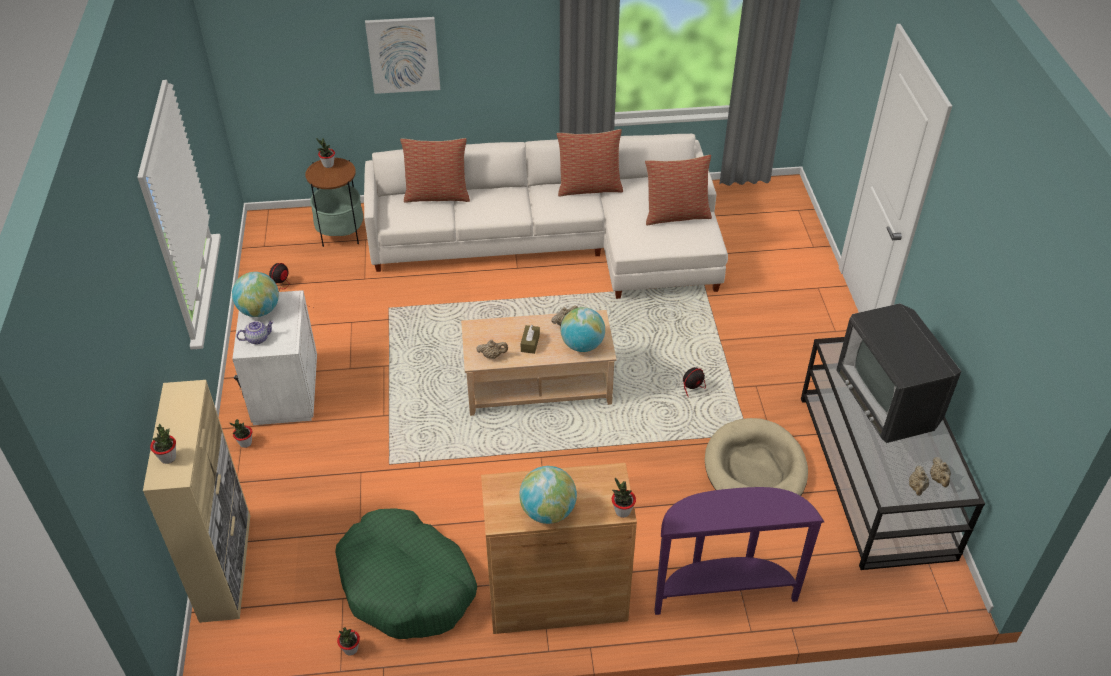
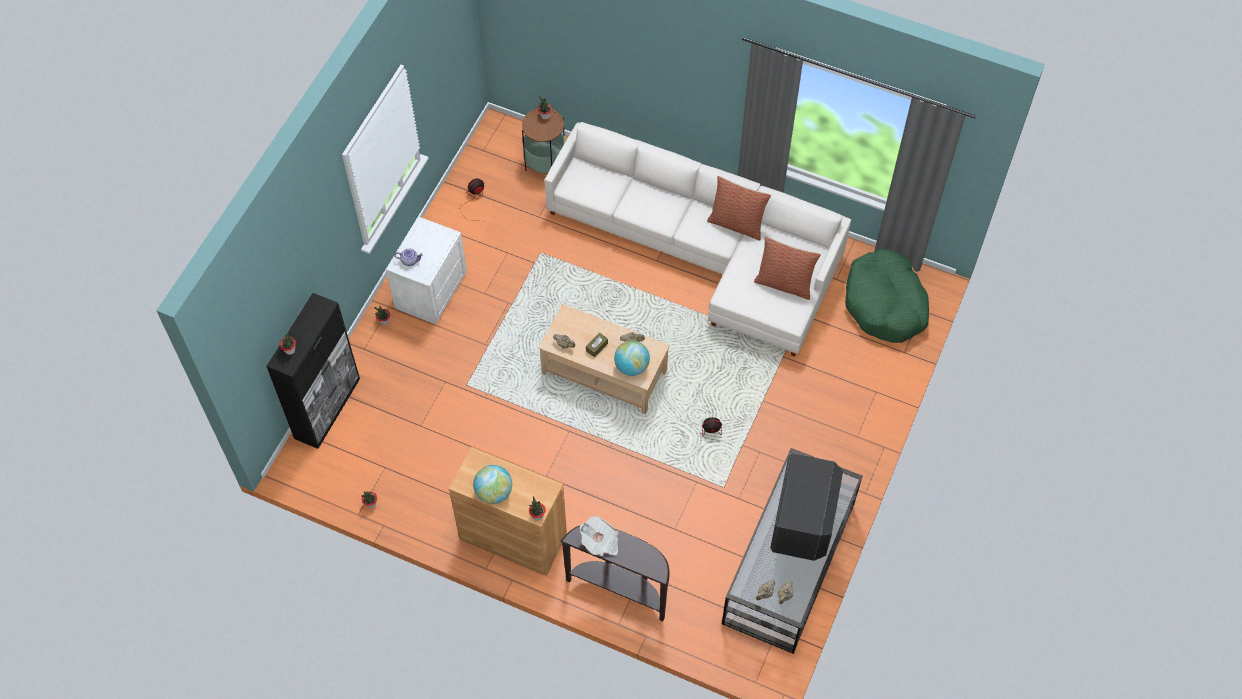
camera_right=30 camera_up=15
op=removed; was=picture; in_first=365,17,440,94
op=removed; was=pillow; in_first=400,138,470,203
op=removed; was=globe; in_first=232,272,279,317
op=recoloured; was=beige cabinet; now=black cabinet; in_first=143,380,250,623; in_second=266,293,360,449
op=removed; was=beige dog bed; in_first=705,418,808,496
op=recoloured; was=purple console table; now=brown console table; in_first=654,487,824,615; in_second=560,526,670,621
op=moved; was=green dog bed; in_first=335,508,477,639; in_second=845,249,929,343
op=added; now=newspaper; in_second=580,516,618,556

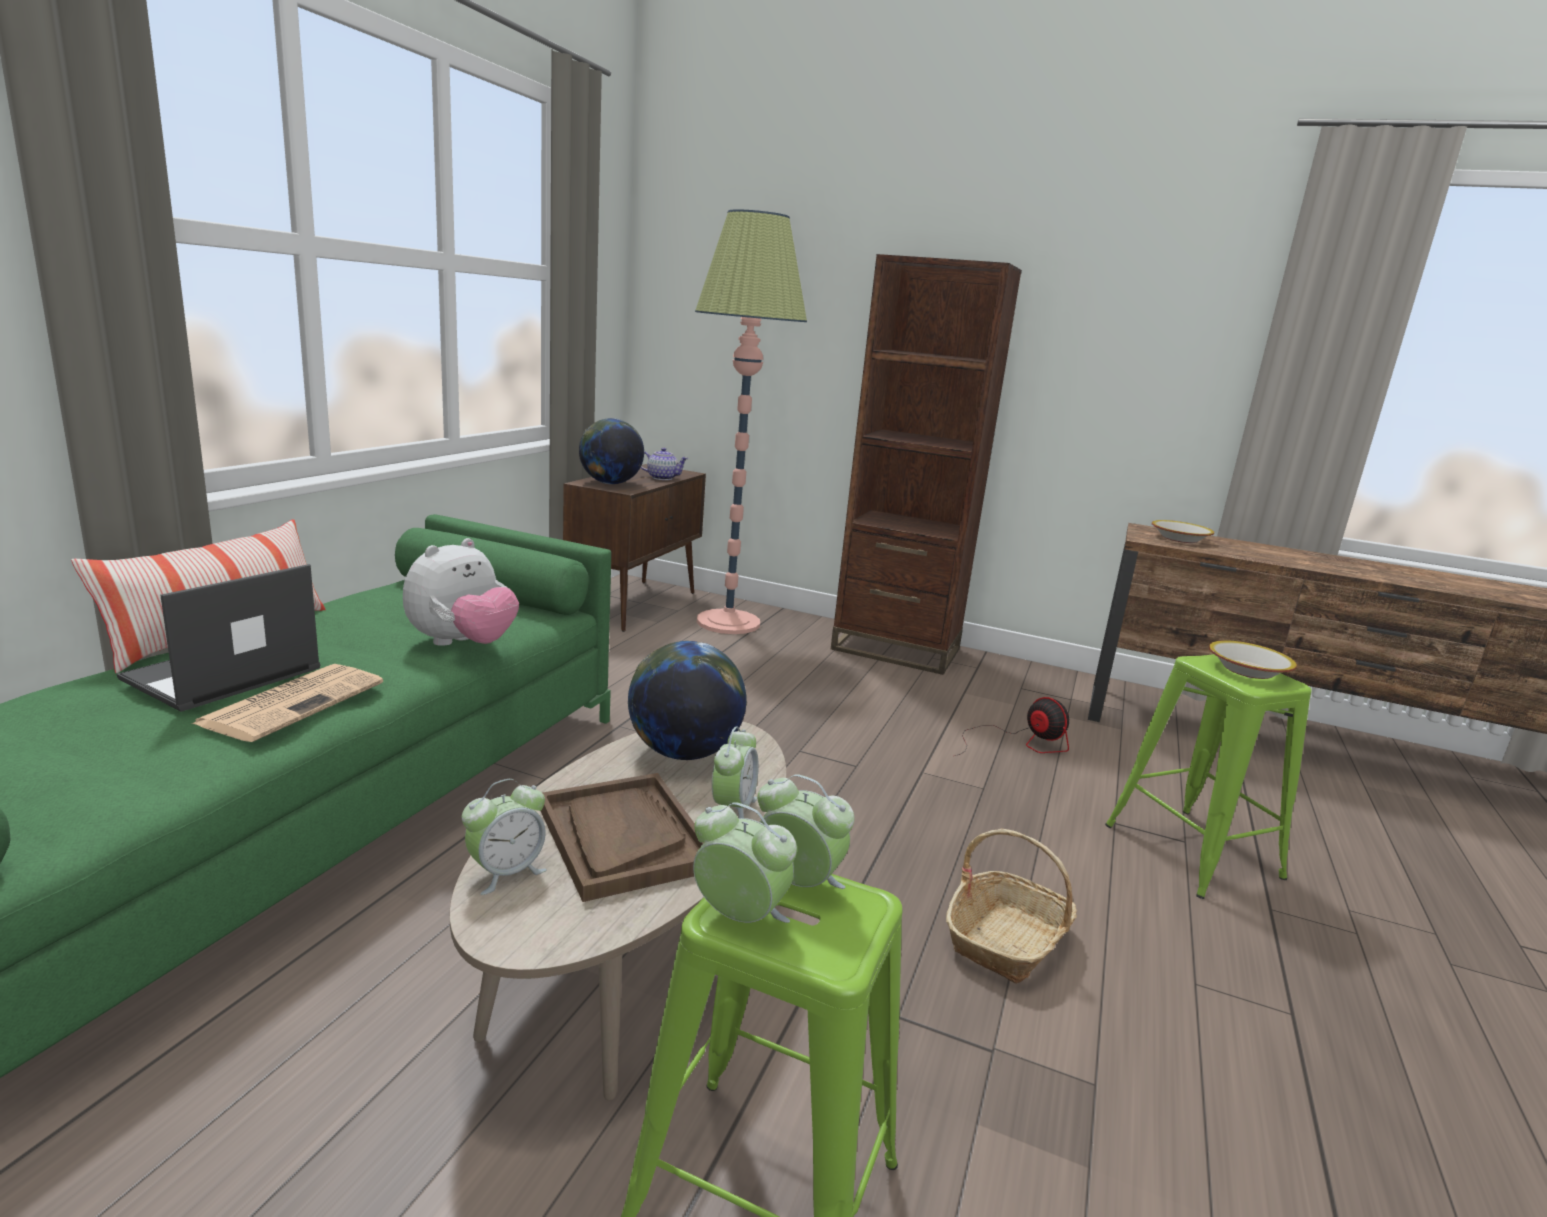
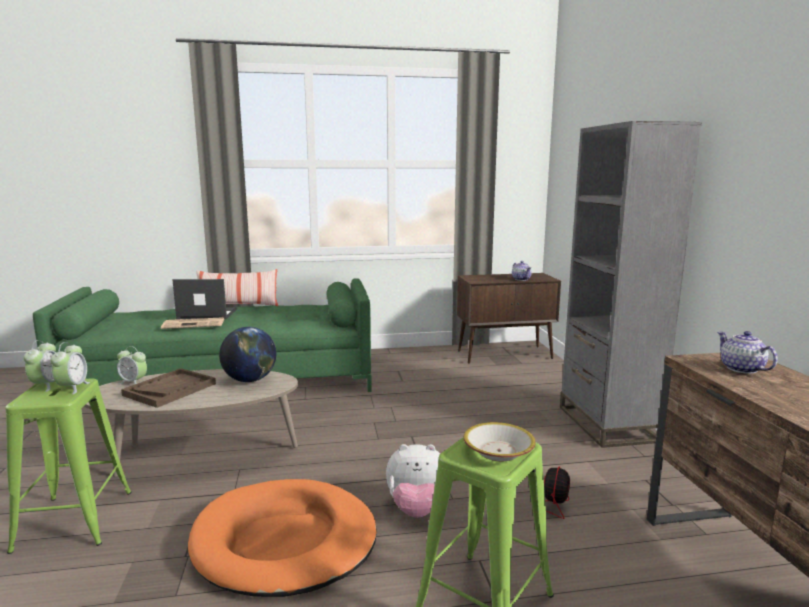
camera_right=60 camera_up=-5
op=removed; was=floor lamp; in_first=695,209,807,634
op=recoloured; was=brown bookcase; now=grey bookcase; in_first=831,254,1022,675; in_second=560,121,702,448
op=removed; was=globe; in_first=579,418,644,484
op=replaced; was=bowl; now=teapot; in_first=1152,520,1214,543; in_second=717,331,778,374
op=moved; was=plush toy; in_first=403,538,519,646; in_second=386,444,440,518
op=removed; was=alarm clock; in_first=712,727,759,818
op=replaced; was=basket; now=orange dog bed; in_first=946,829,1077,984; in_second=188,479,377,597

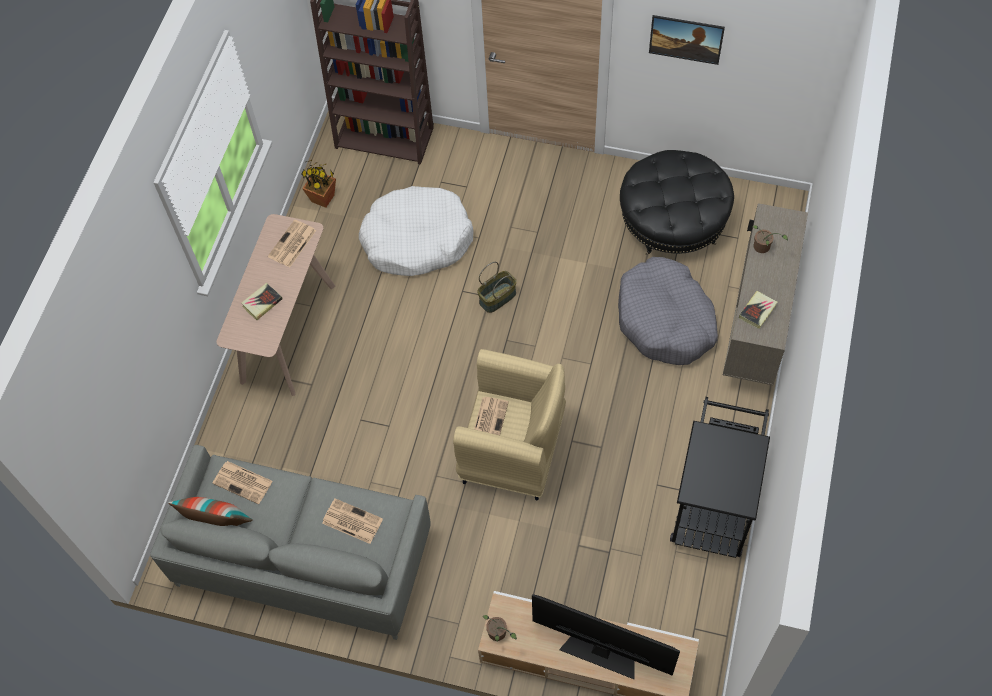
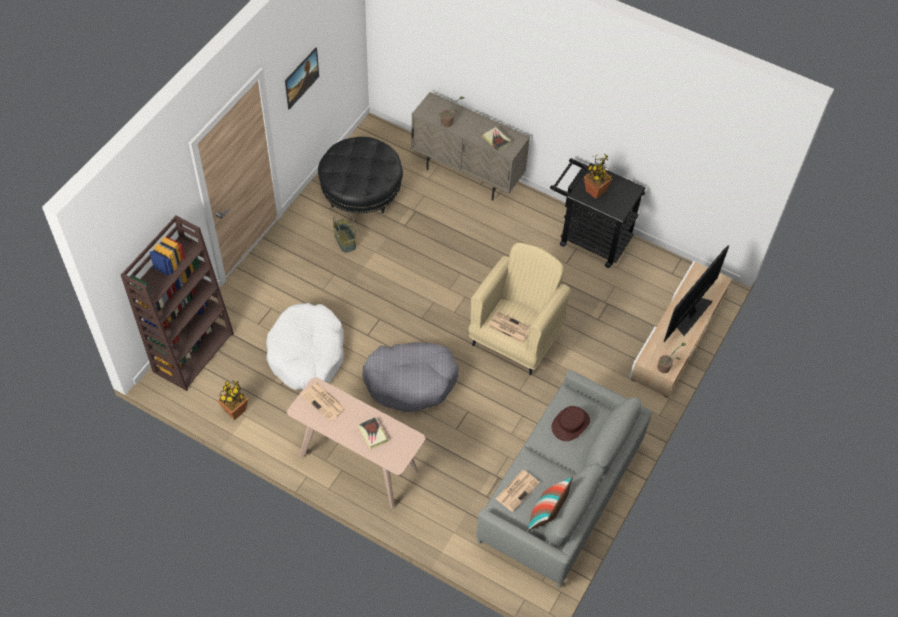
camera_right=-80 camera_up=-5
op=moved; was=grey dog bed; in_first=618,257,718,365; in_second=362,342,459,412
op=moved; was=basket; in_first=477,262,517,313; in_second=333,212,356,253
op=replaced; was=newspaper; now=brown hat; in_first=322,498,383,544; in_second=551,406,590,441
op=added; now=potted plant; in_second=584,154,613,199

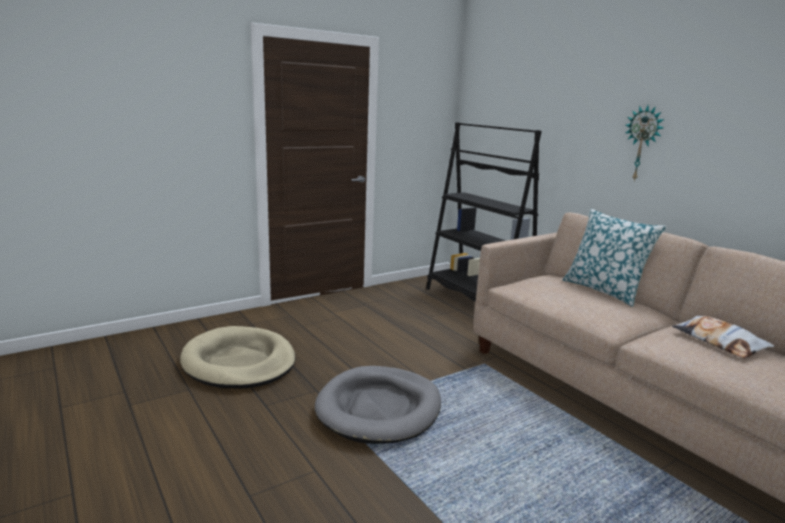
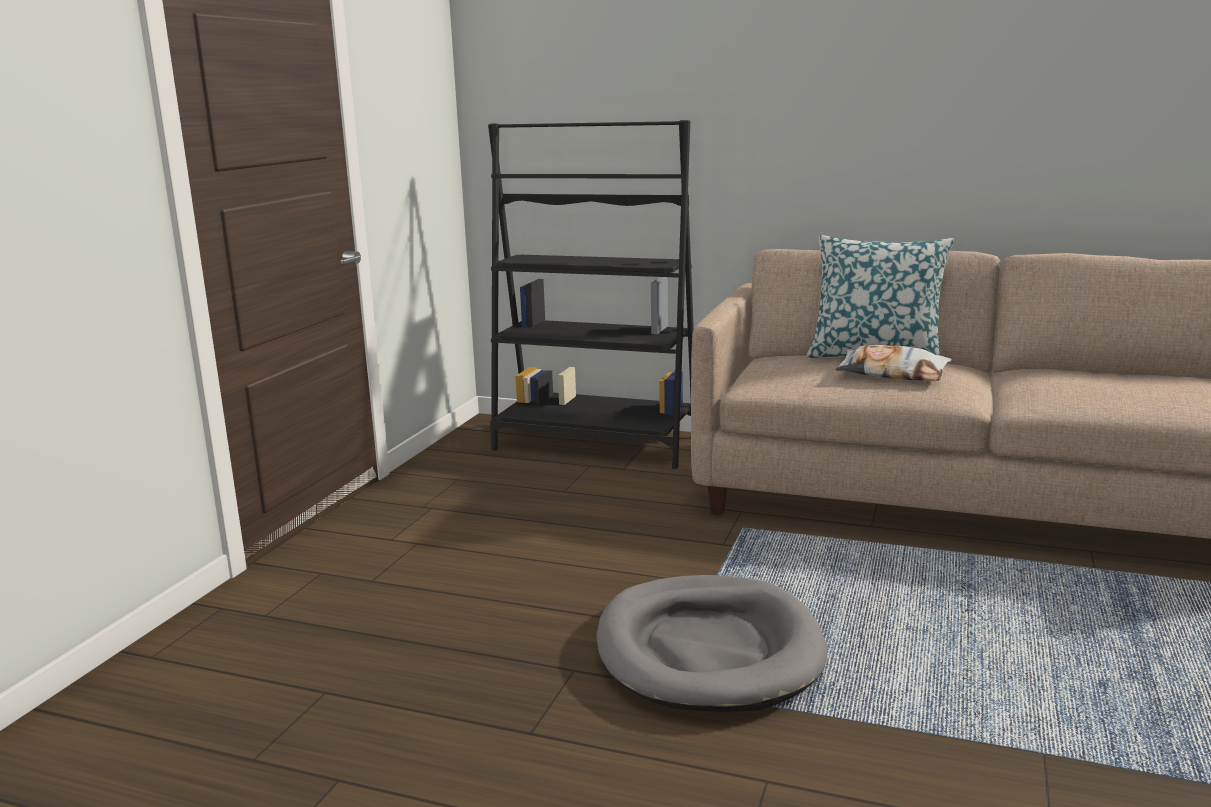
camera_right=-35 camera_up=0
op=removed; was=wall clock; in_first=625,105,664,181
op=moved; was=pillow; in_first=672,315,774,358; in_second=835,345,952,381
op=removed; was=beige dog bed; in_first=180,326,296,389

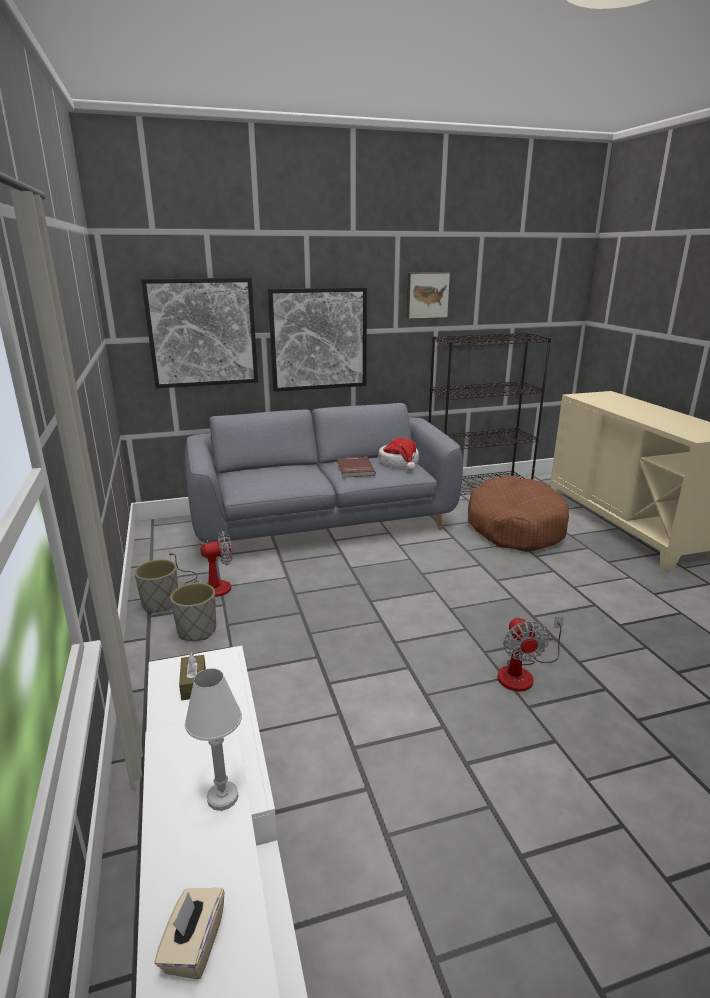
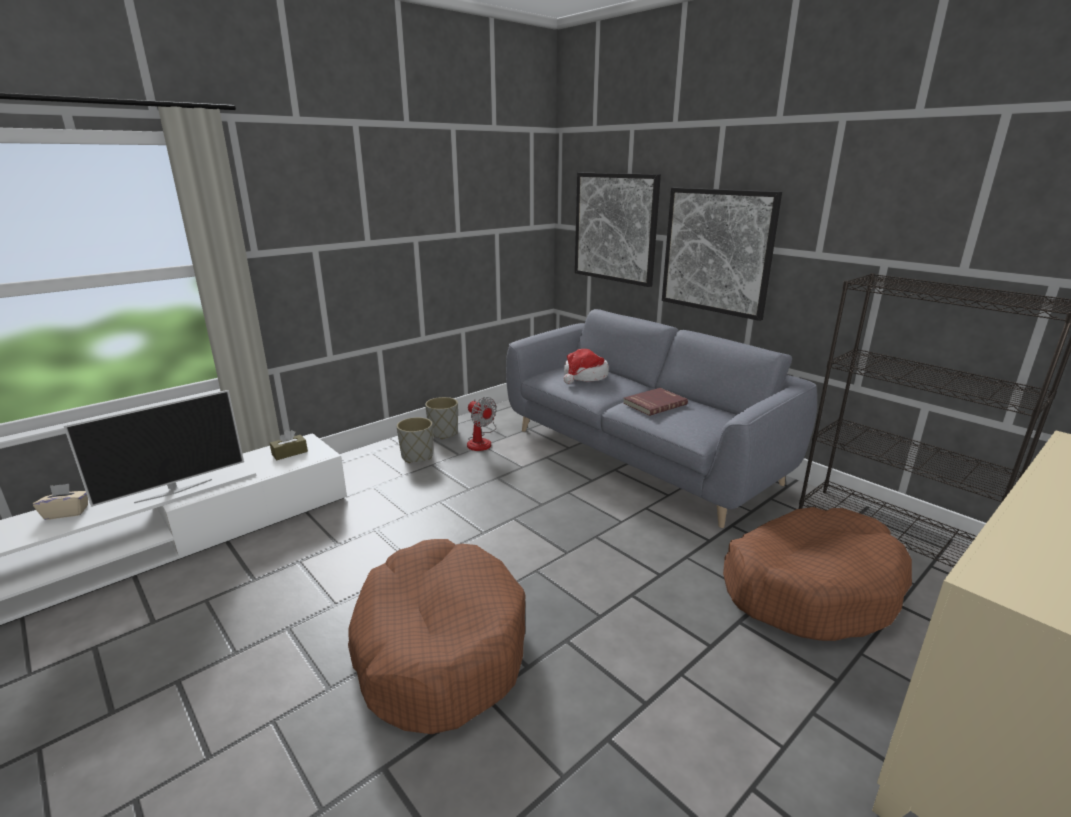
camera_right=65 camera_up=0
op=removed; was=picture; in_first=406,272,451,319
op=moved; was=hat; in_first=378,438,419,471; in_second=564,349,609,384
op=replaced; was=fan; now=brown dog bed; in_first=498,616,564,691; in_second=348,539,525,734
op=replaced; was=white table lamp; now=television; in_first=185,668,242,811; in_second=64,390,244,507

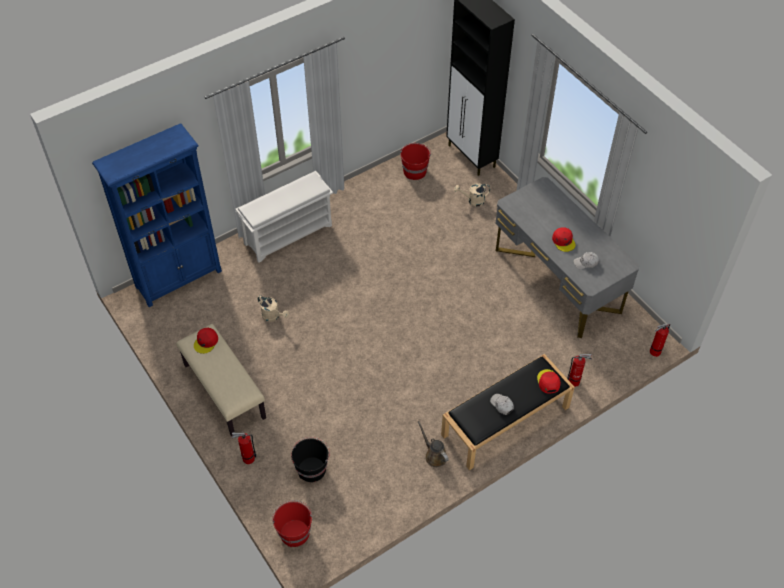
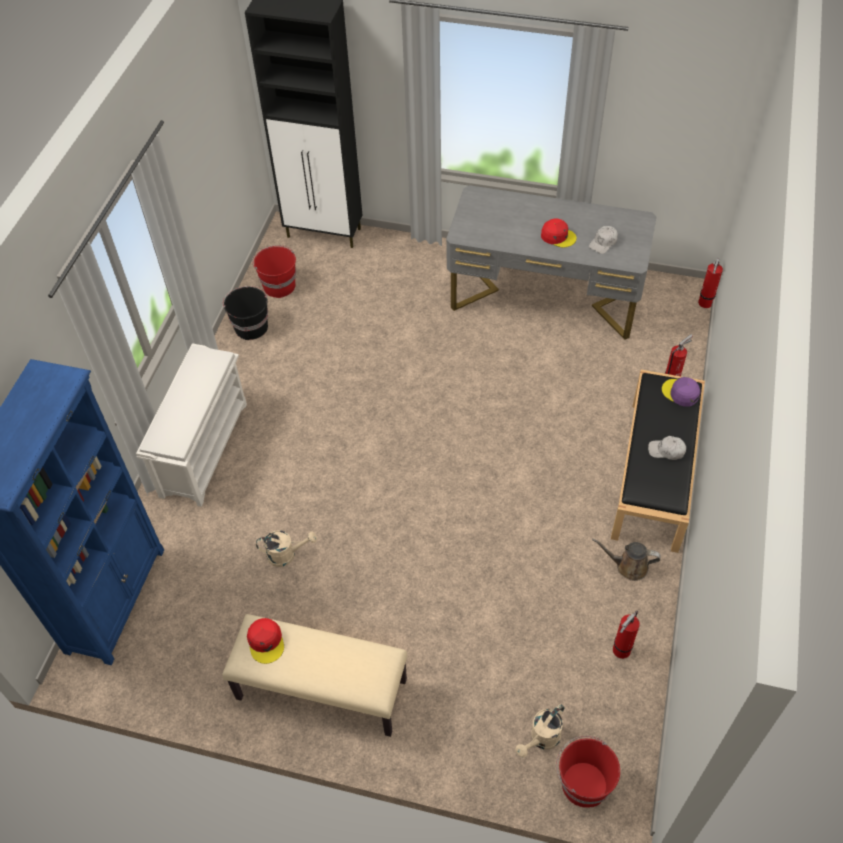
camera_right=-40 camera_up=0
op=moved; was=beige watering can; in_first=454,183,490,206; in_second=516,704,564,757
op=recoloured; was=red cap; now=purple cap; in_first=537,369,561,393; in_second=662,377,700,407
op=moved; was=fire extinguisher; in_first=231,432,257,464; in_second=613,611,640,659
op=moved; was=black bucket; in_first=291,437,330,482; in_second=223,286,268,340

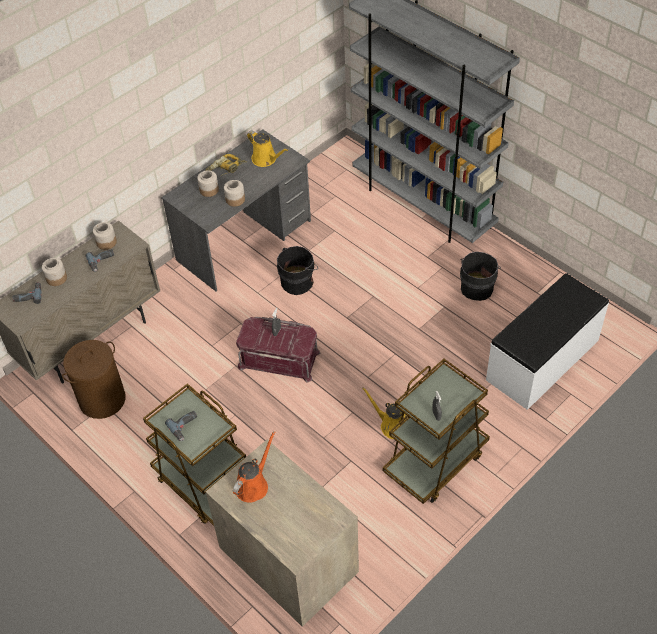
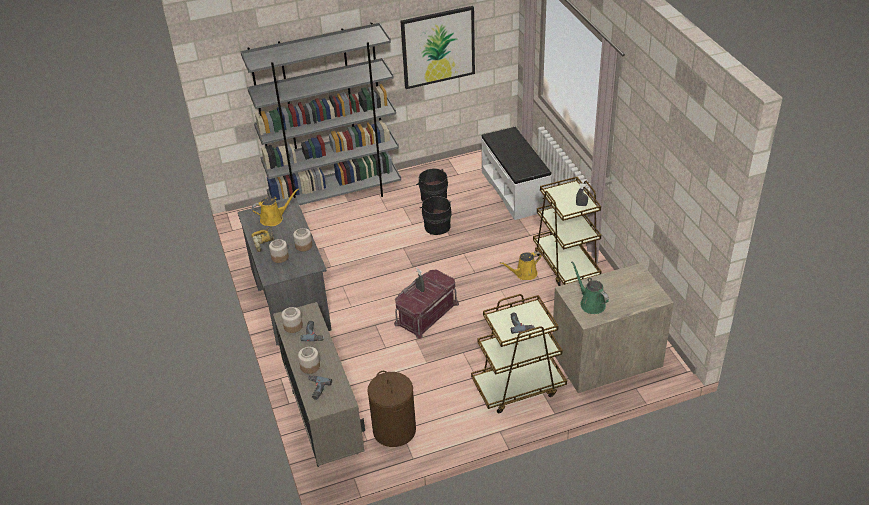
camera_right=-65 camera_up=-10
op=moved; was=black bucket; in_first=277,246,318,295; in_second=420,196,452,235
op=recoloured; was=orange watering can; now=green watering can; in_first=233,431,275,503; in_second=571,261,609,314
op=added; now=picture; in_second=400,6,475,89

